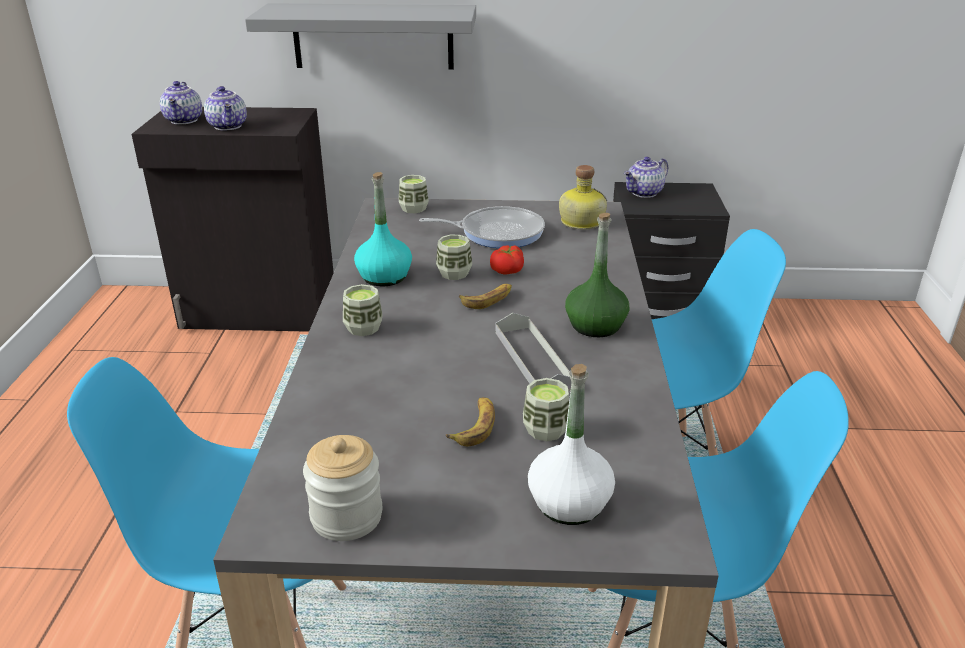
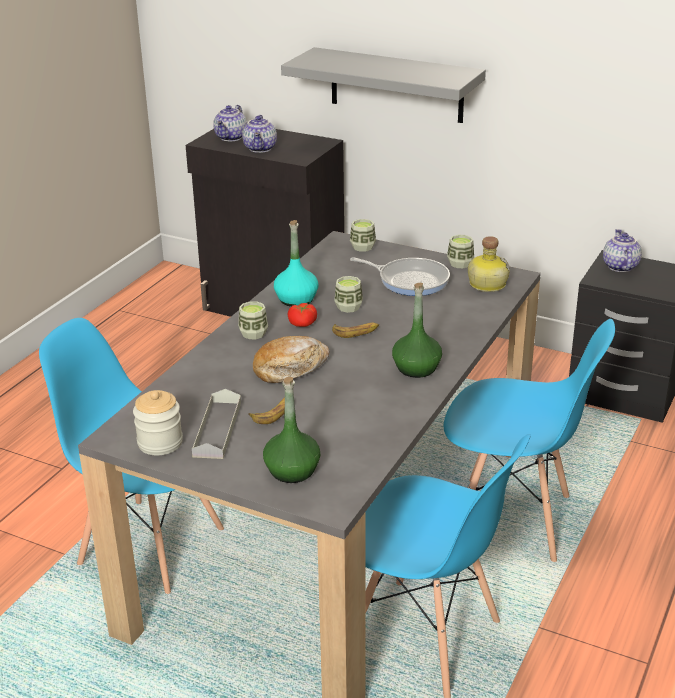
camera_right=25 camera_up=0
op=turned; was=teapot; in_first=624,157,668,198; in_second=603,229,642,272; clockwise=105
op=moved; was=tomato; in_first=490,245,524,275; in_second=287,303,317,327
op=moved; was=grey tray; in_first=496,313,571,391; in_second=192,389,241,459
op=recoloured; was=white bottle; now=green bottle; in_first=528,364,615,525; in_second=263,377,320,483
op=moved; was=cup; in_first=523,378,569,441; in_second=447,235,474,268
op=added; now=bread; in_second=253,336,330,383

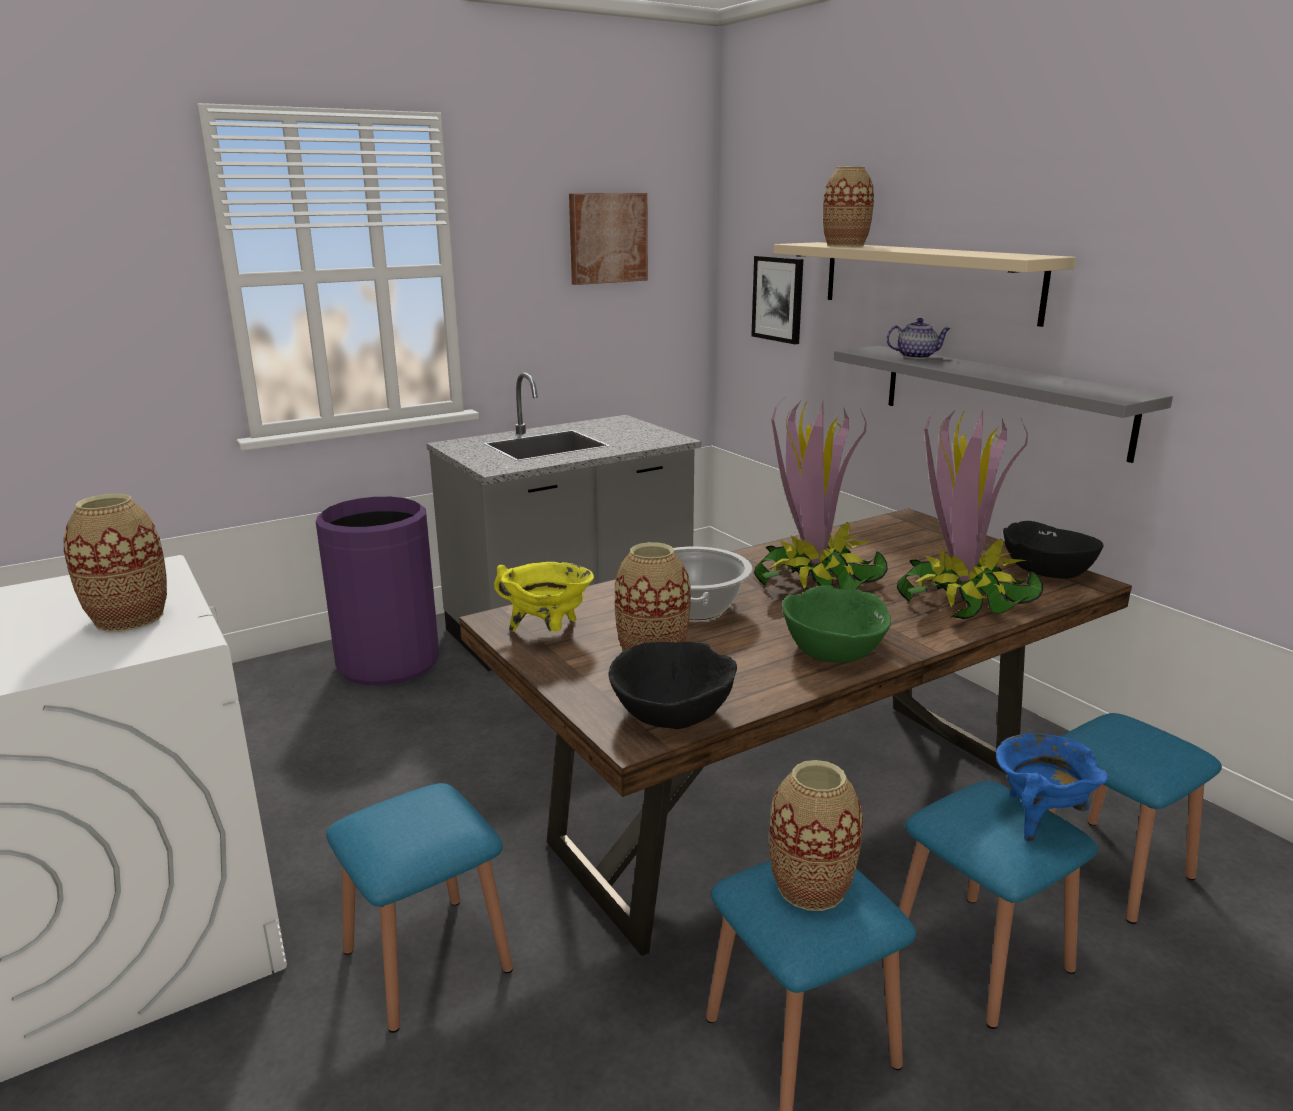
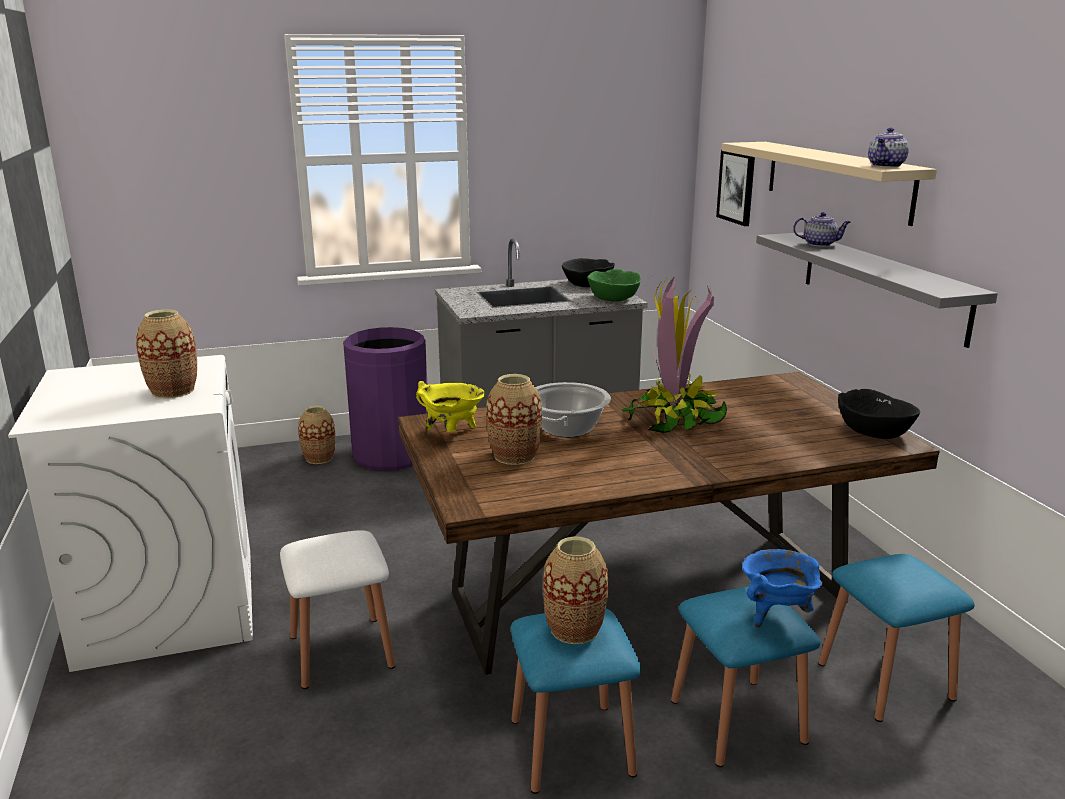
camera_right=15 camera_up=0
op=moved; was=vase; in_first=823,166,874,247; in_second=298,406,336,464
op=removed; was=picture; in_first=569,193,648,285
op=removed; was=potted plant; in_first=897,406,1043,619
op=moved; was=green bowl; in_first=782,585,891,663; in_second=587,269,641,302
op=moved; was=black bowl; in_first=609,642,737,729; in_second=562,258,615,287
op=recoloured; was=blue stool; now=white stool; in_first=326,783,513,1033; in_second=280,530,395,689
op=added; now=teapot; in_second=868,127,909,167

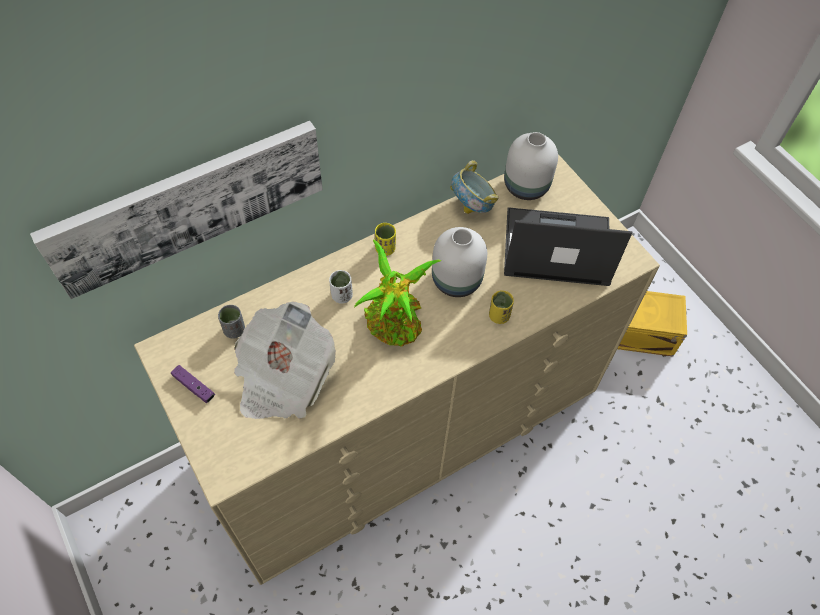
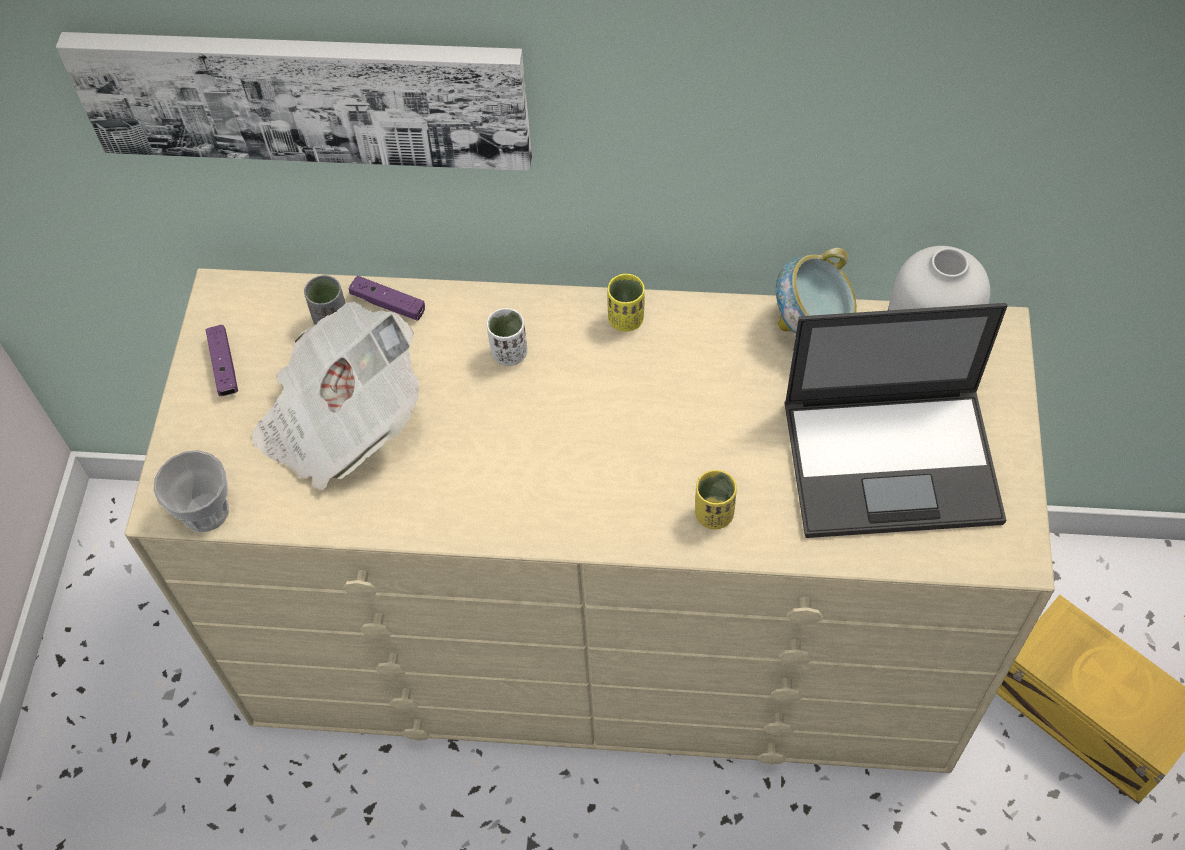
camera_right=40 camera_up=0
op=turned; was=laptop; in_first=504,207,633,286; in_second=784,303,1008,538; clockwise=135
op=removed; was=white vase; in_first=432,227,487,297
op=removed; was=potted plant; in_first=354,240,442,346
op=added; now=purple game controller; in_second=349,276,425,320
op=added; now=cup; in_second=153,450,229,532

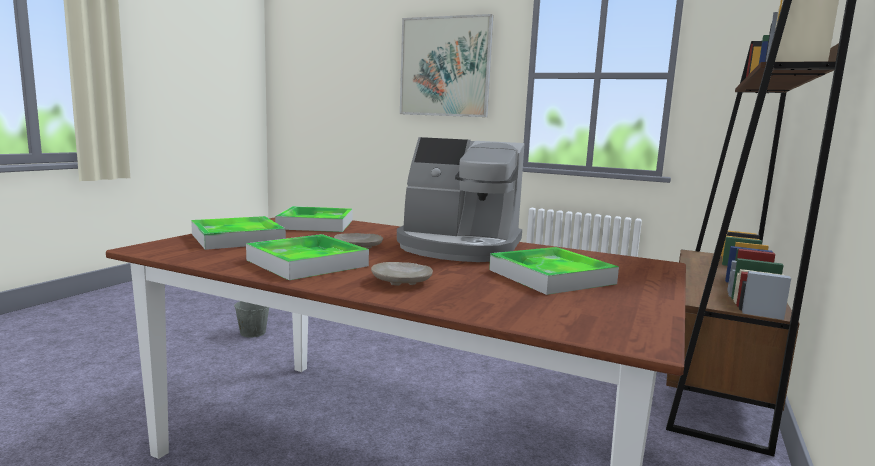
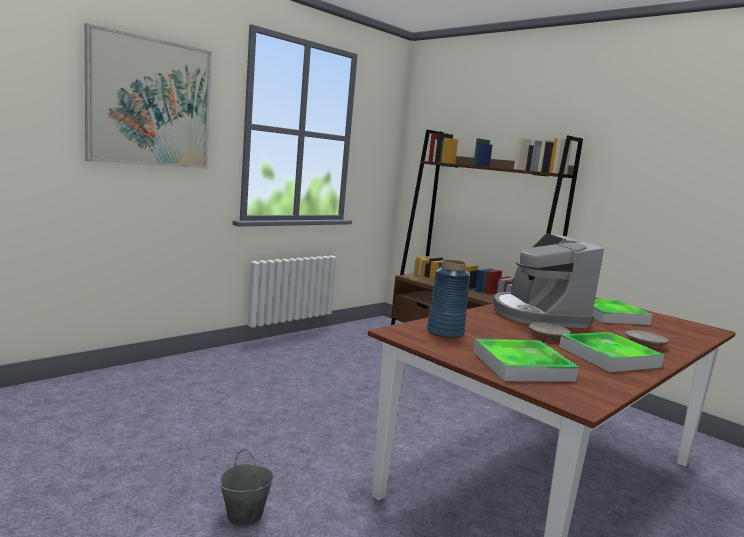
camera_right=-70 camera_up=0
op=turned; was=coffee machine; in_first=397,137,524,262; in_second=493,233,604,328; clockwise=135
op=replaced; was=tray; now=blue vase; in_first=275,206,353,232; in_second=427,260,470,339

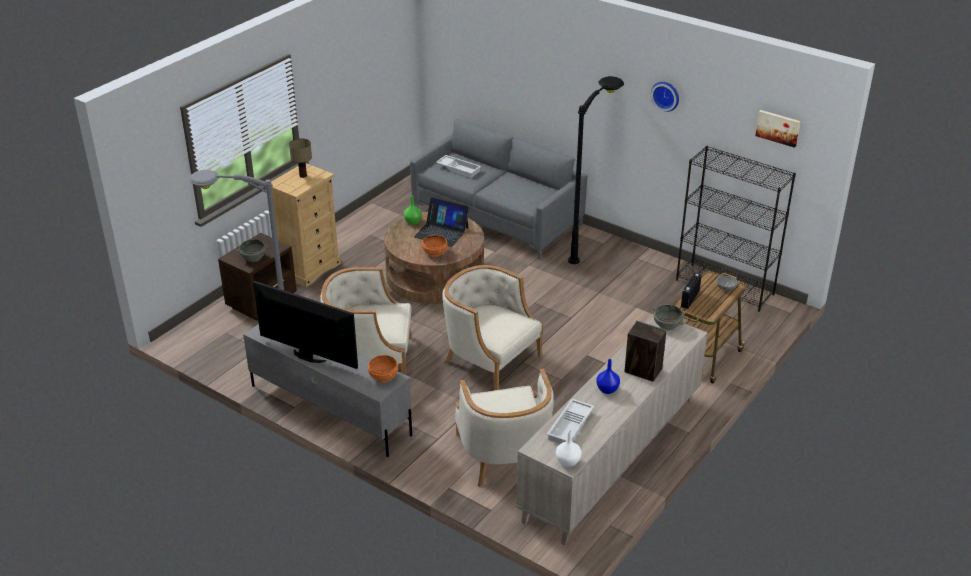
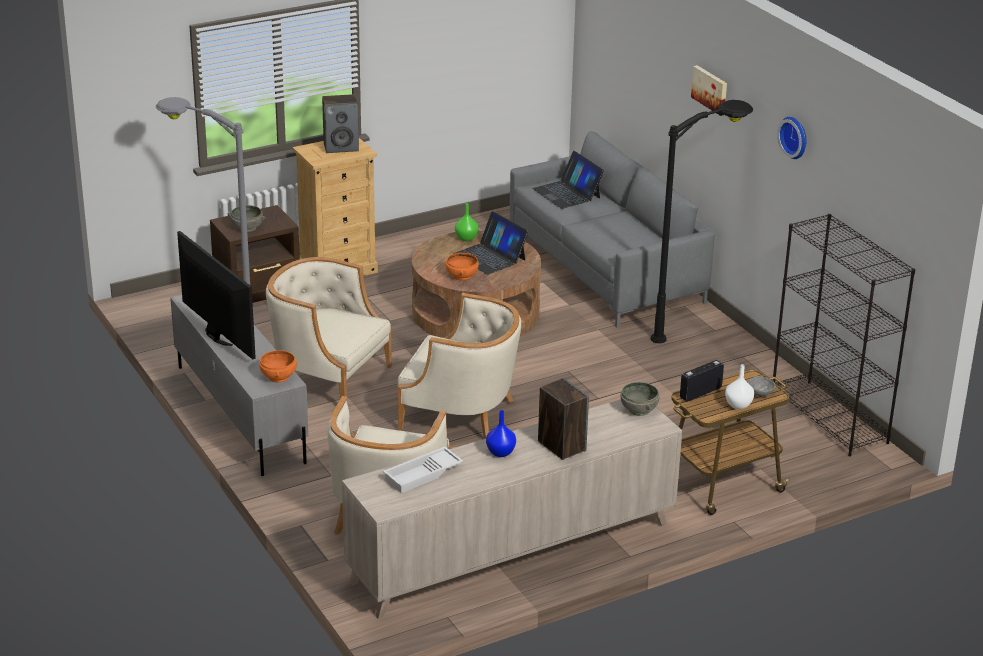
camera_right=25 camera_up=-5
op=moved; was=picture; in_first=755,110,800,148; in_second=691,65,727,116
op=replaced; was=table lamp; now=speaker; in_first=289,139,312,178; in_second=322,94,359,153
op=replaced; was=white tray; now=laptop; in_first=436,155,481,178; in_second=532,151,604,209
op=turned; was=beige armchair; in_first=442,265,543,391; in_second=398,293,521,439; clockwise=135
op=moved; was=white vase; in_first=556,430,581,467; in_second=725,364,754,409

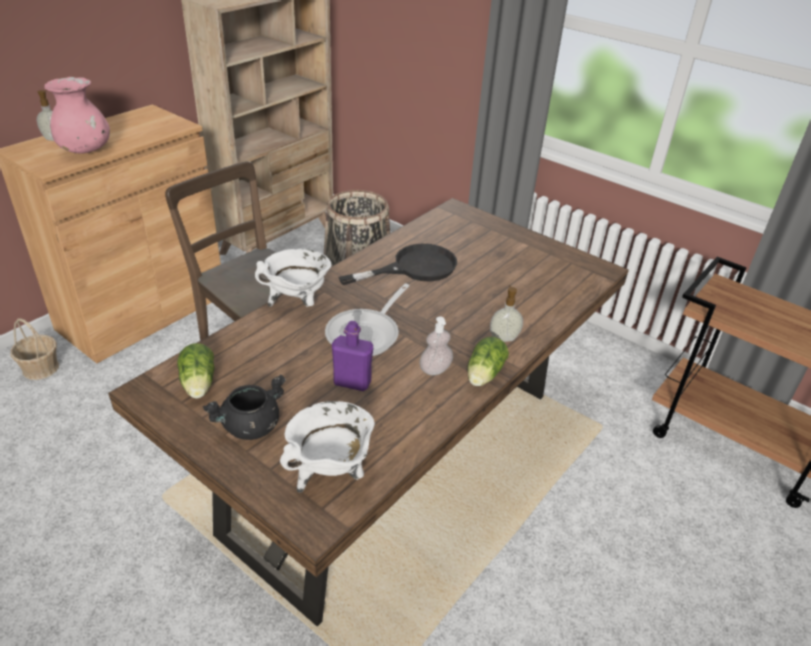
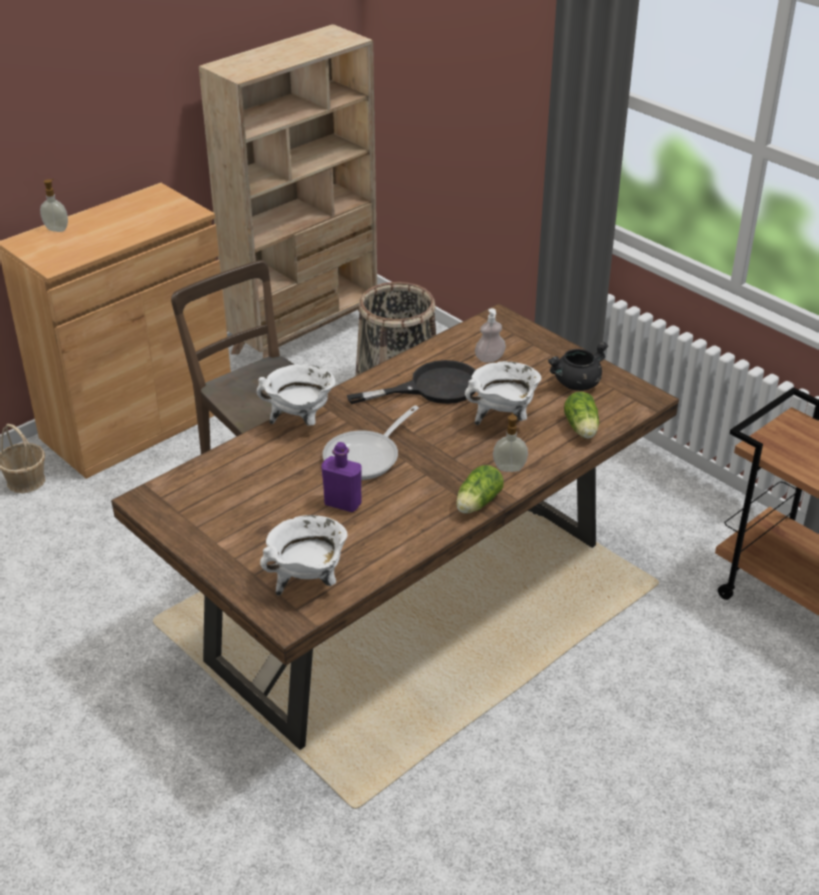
camera_right=10 camera_up=0
op=removed; was=pink vase; in_first=44,77,110,154
op=moved; was=soap dispenser; in_first=419,316,453,375; in_second=475,308,506,362
op=moved; was=lettuce; in_first=177,343,215,398; in_second=564,392,599,439
op=moved; was=black cooking pot; in_first=203,374,286,440; in_second=547,342,609,391
op=added; now=white cooking pot; in_second=465,361,541,425

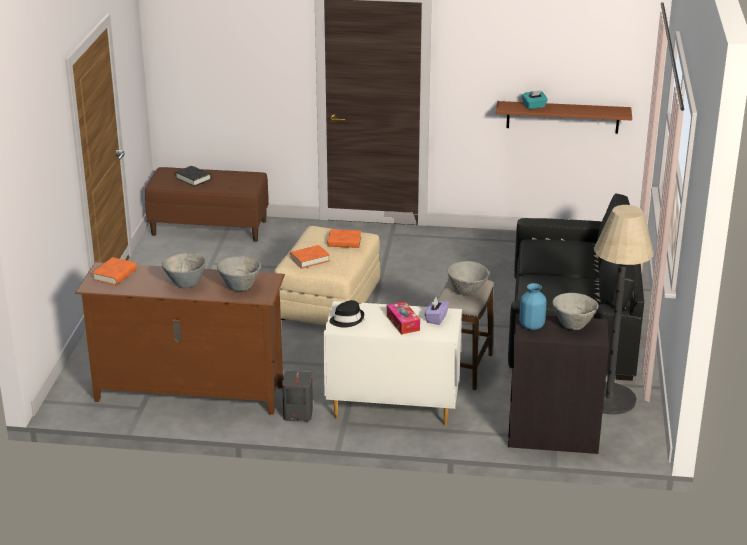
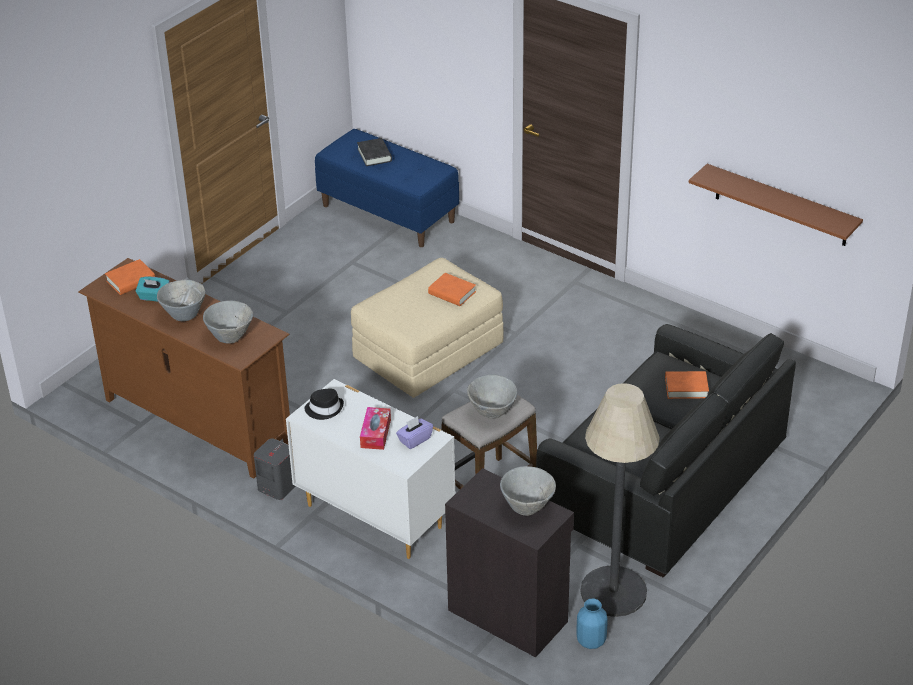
camera_right=30 camera_up=10
op=moved; was=turquoise tissue box; in_first=522,90,548,109; in_second=136,277,170,301
op=recoloured; was=brown bench; now=blue bench; in_first=145,167,269,242; in_second=315,129,459,247
op=moved; was=orange book; in_first=290,245,330,269; in_second=665,371,709,399
op=moved; was=blue vase; in_first=519,283,547,330; in_second=576,599,608,649

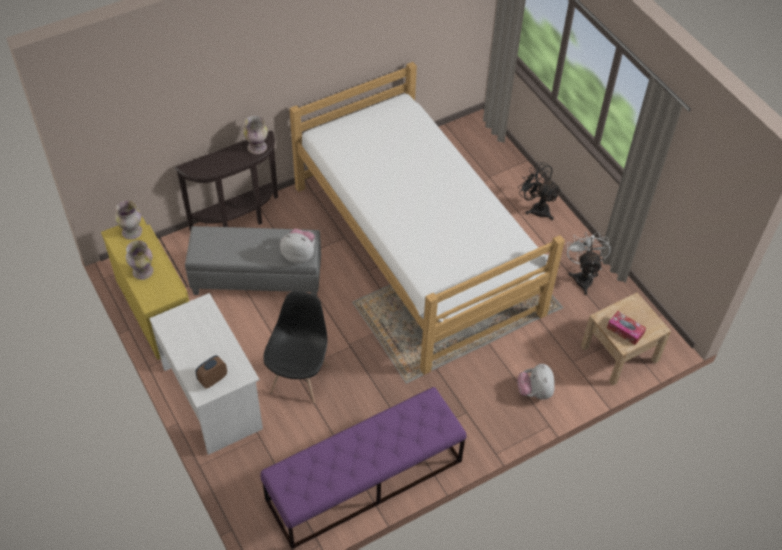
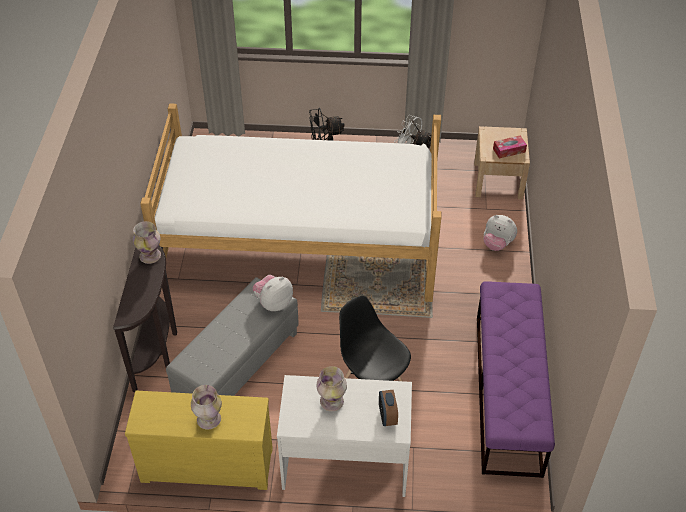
camera_right=-55 camera_up=-5
op=moved; was=vase; in_first=115,200,142,240; in_second=317,366,347,411

